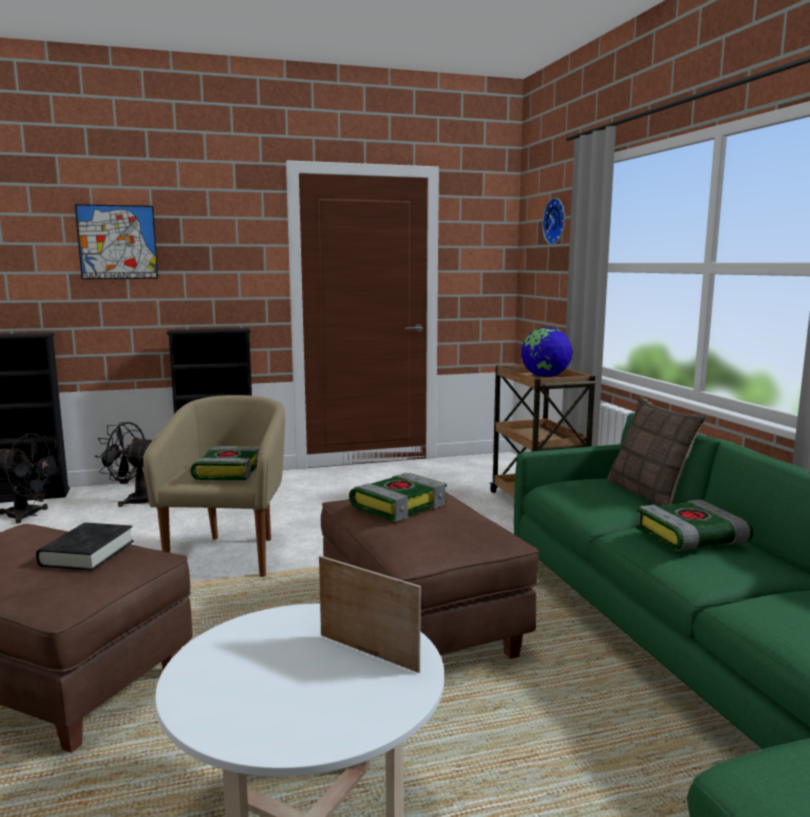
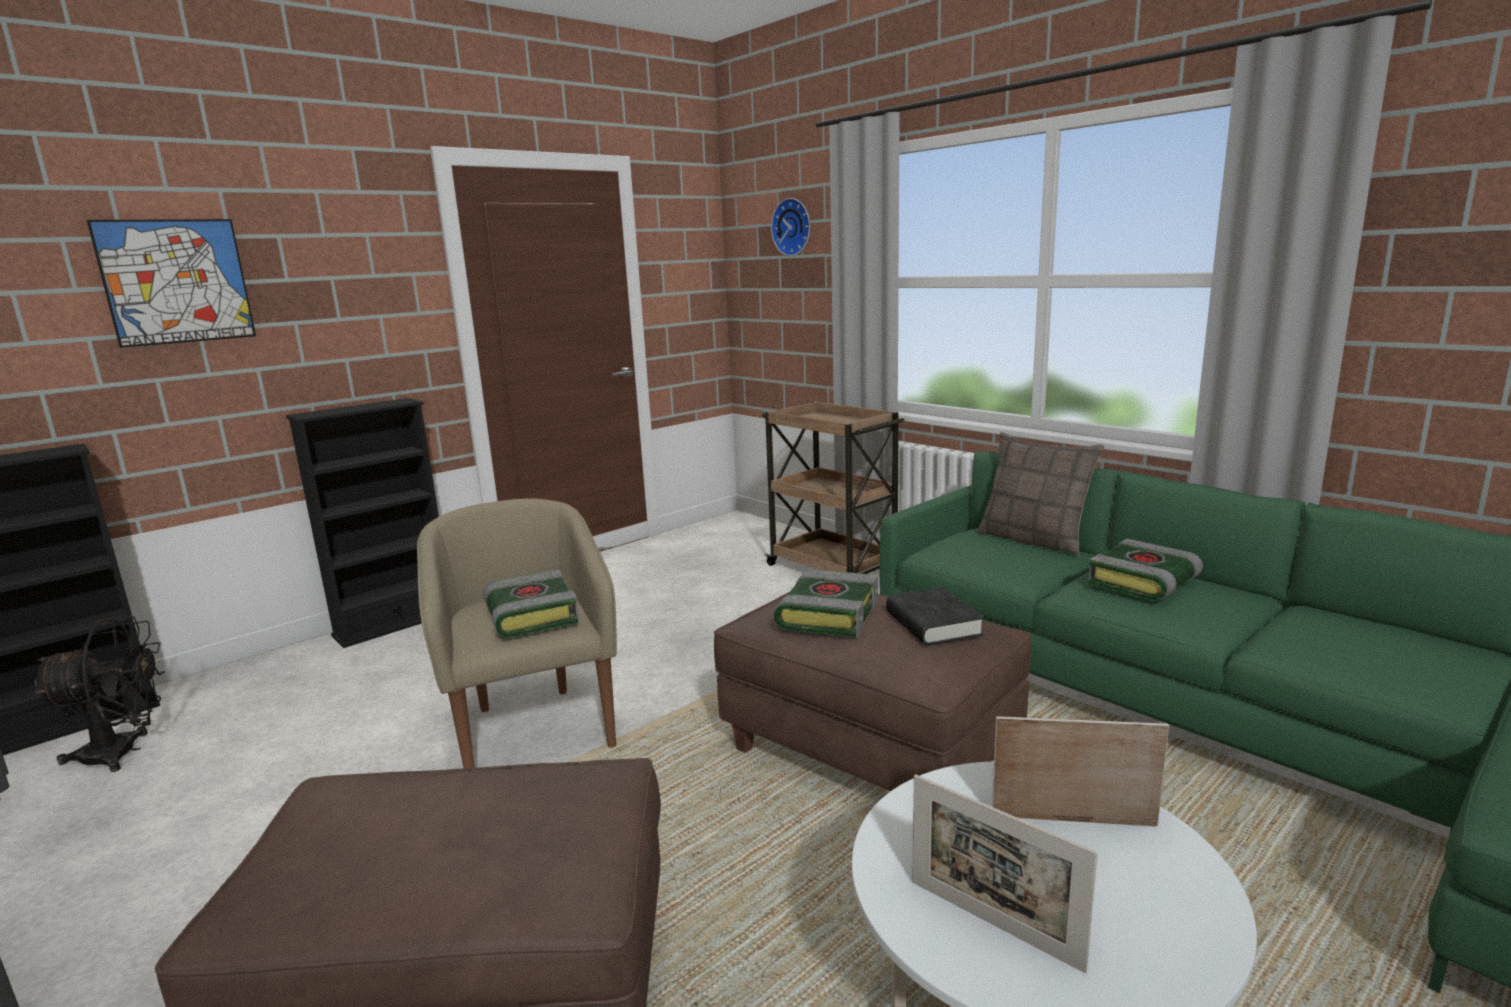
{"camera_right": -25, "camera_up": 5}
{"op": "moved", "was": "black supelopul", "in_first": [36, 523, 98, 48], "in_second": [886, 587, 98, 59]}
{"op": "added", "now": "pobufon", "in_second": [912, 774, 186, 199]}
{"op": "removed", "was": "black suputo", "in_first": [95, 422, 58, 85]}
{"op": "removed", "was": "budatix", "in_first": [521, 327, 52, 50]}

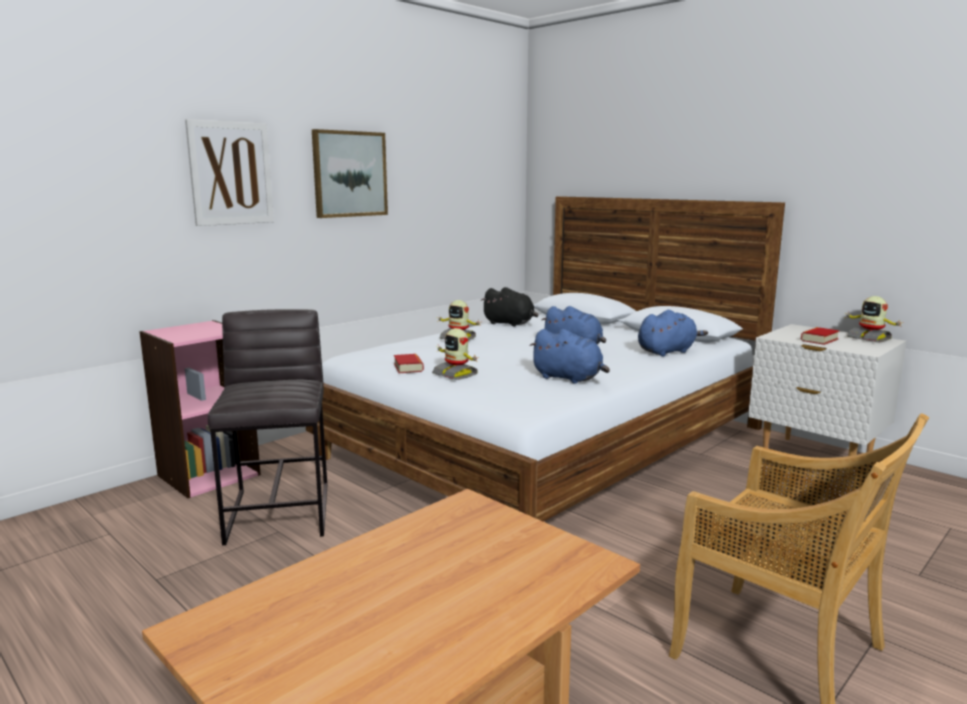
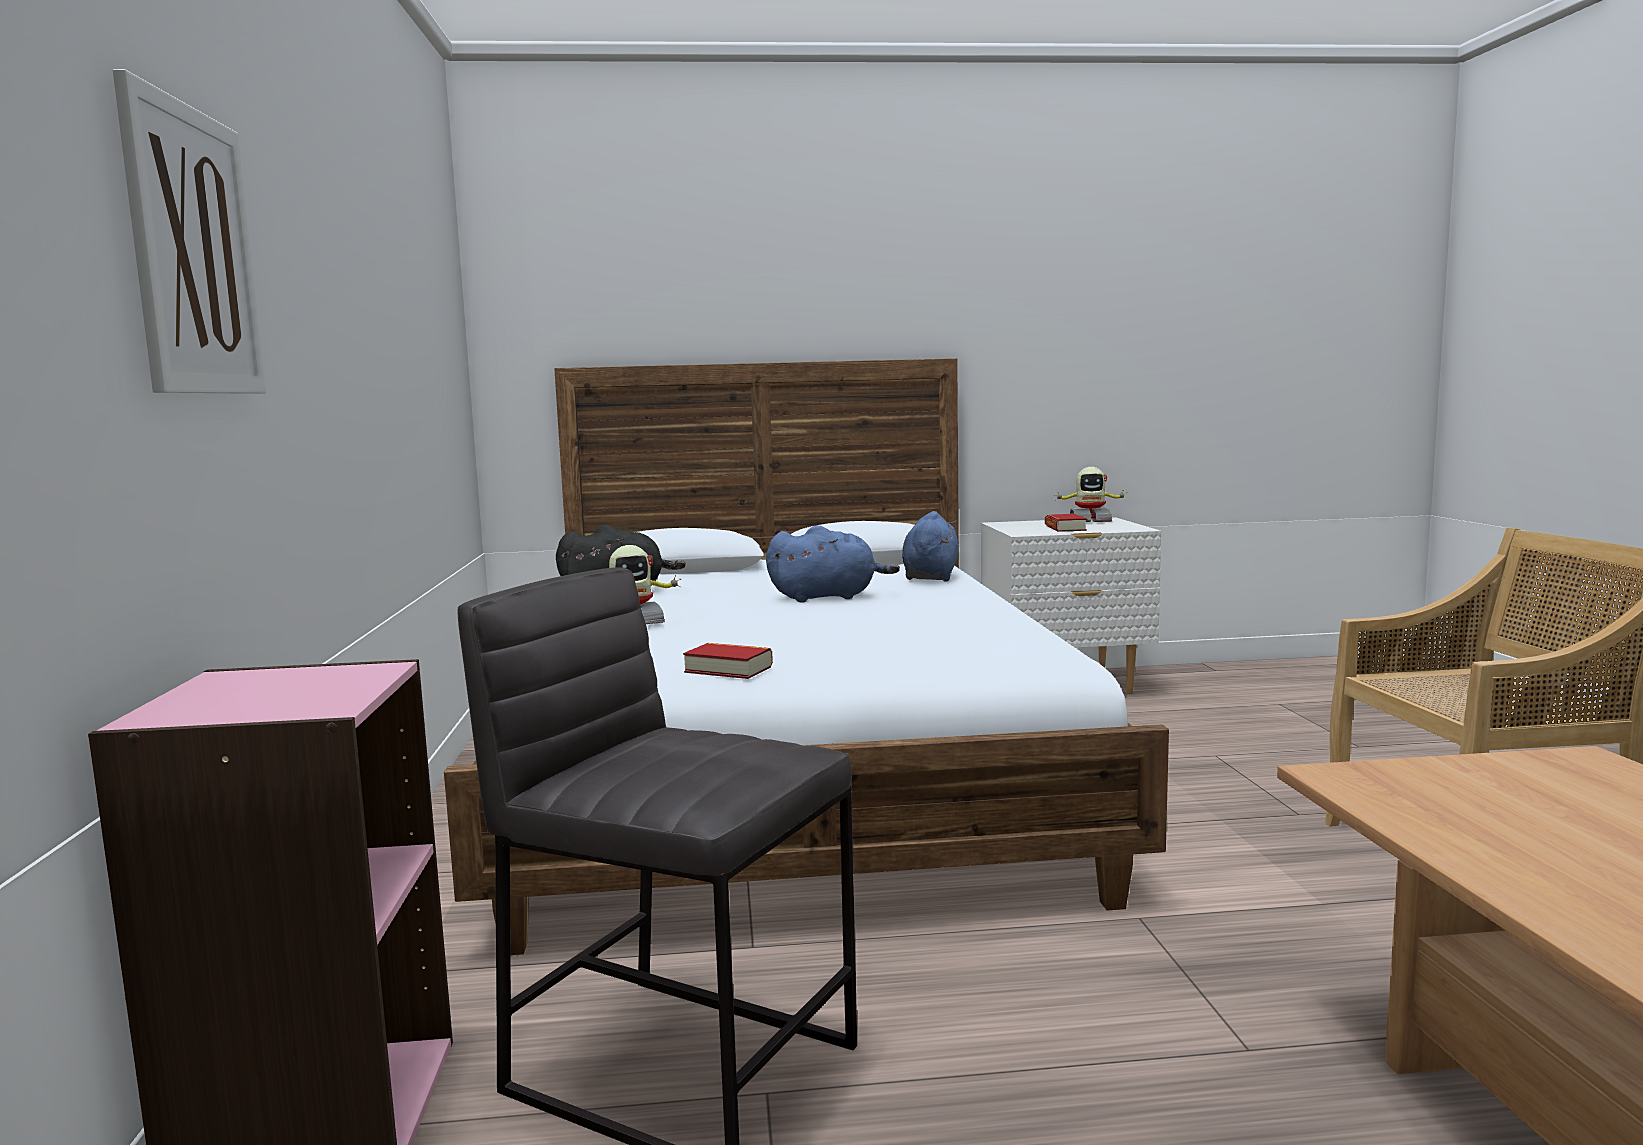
{"camera_right": -50, "camera_up": -5}
{"op": "removed", "was": "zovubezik", "in_first": [312, 129, 76, 89]}
{"op": "removed", "was": "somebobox", "in_first": [432, 328, 47, 52]}
{"op": "removed", "was": "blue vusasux", "in_first": [529, 329, 81, 55]}

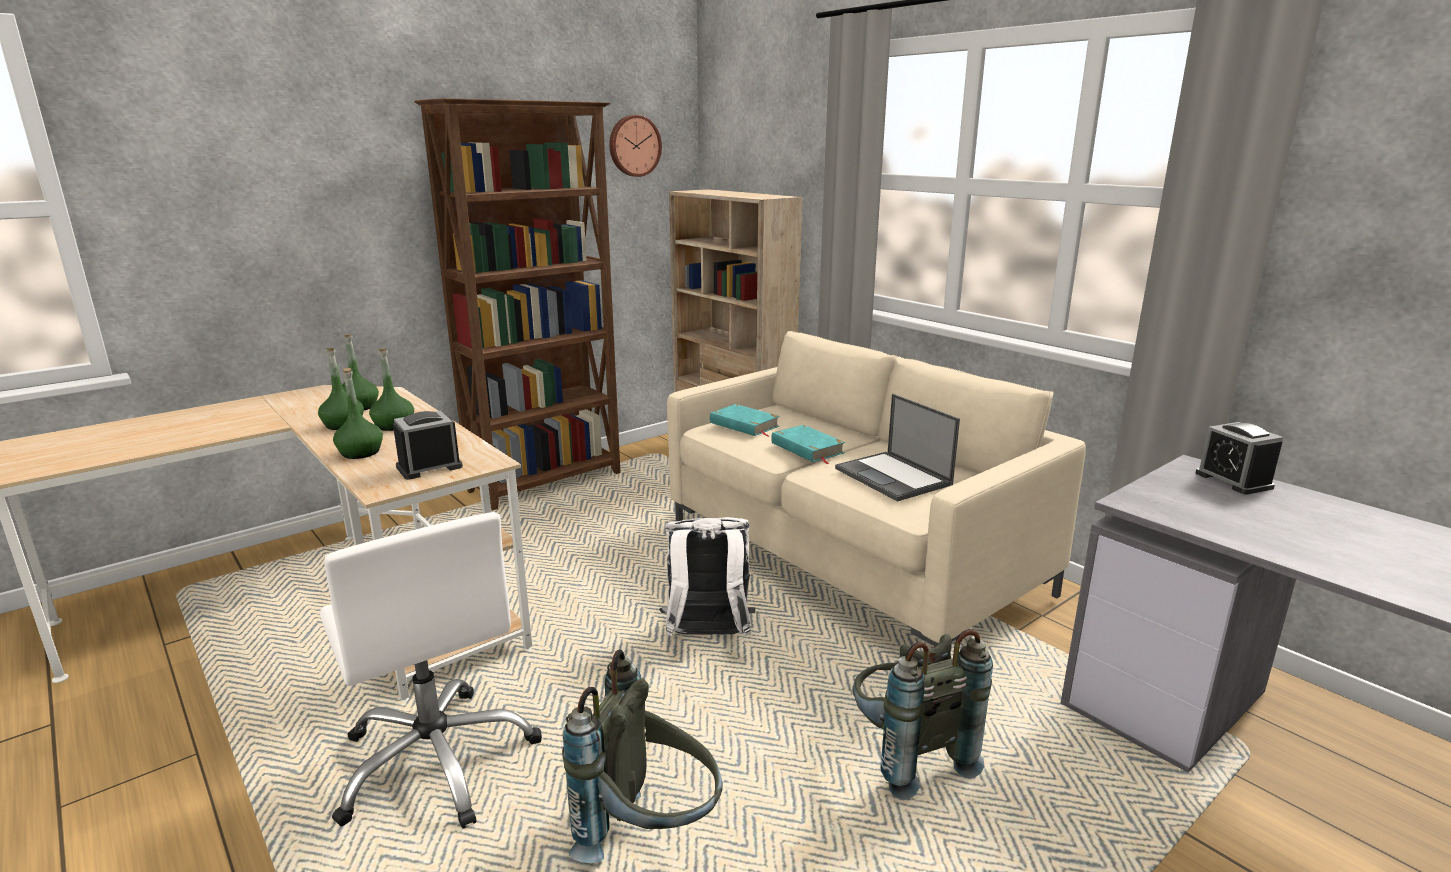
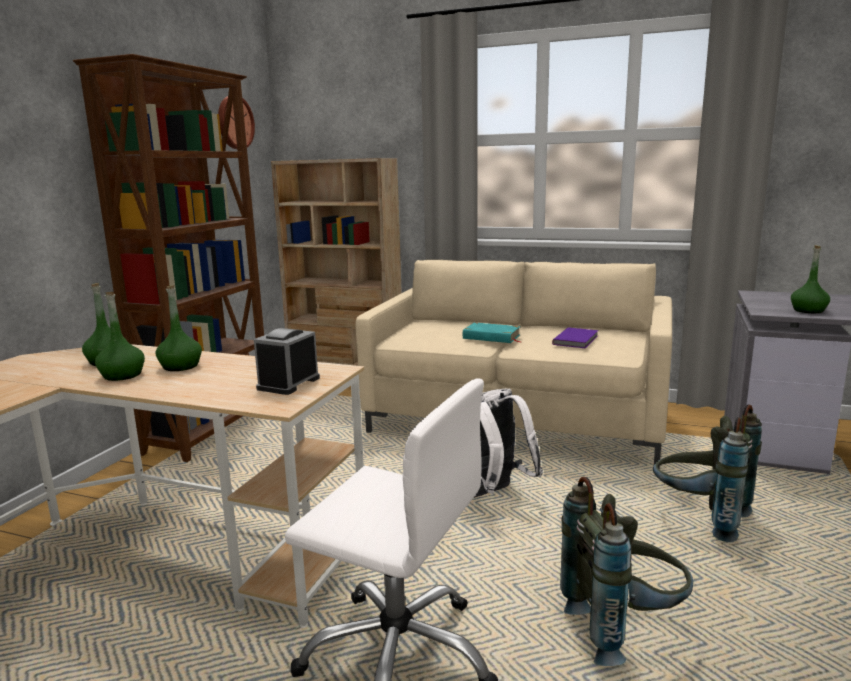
{"camera_right": -30, "camera_up": -5}
{"op": "replaced", "was": "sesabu", "now": "purple supelopul", "in_first": [835, 394, 125, 108], "in_second": [552, 327, 46, 21]}
{"op": "moved", "was": "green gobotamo", "in_first": [333, 368, 50, 91], "in_second": [791, 245, 39, 68]}
{"op": "removed", "was": "turquoise supelopul", "in_first": [710, 404, 70, 33]}
{"op": "removed", "was": "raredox", "in_first": [1196, 422, 87, 73]}

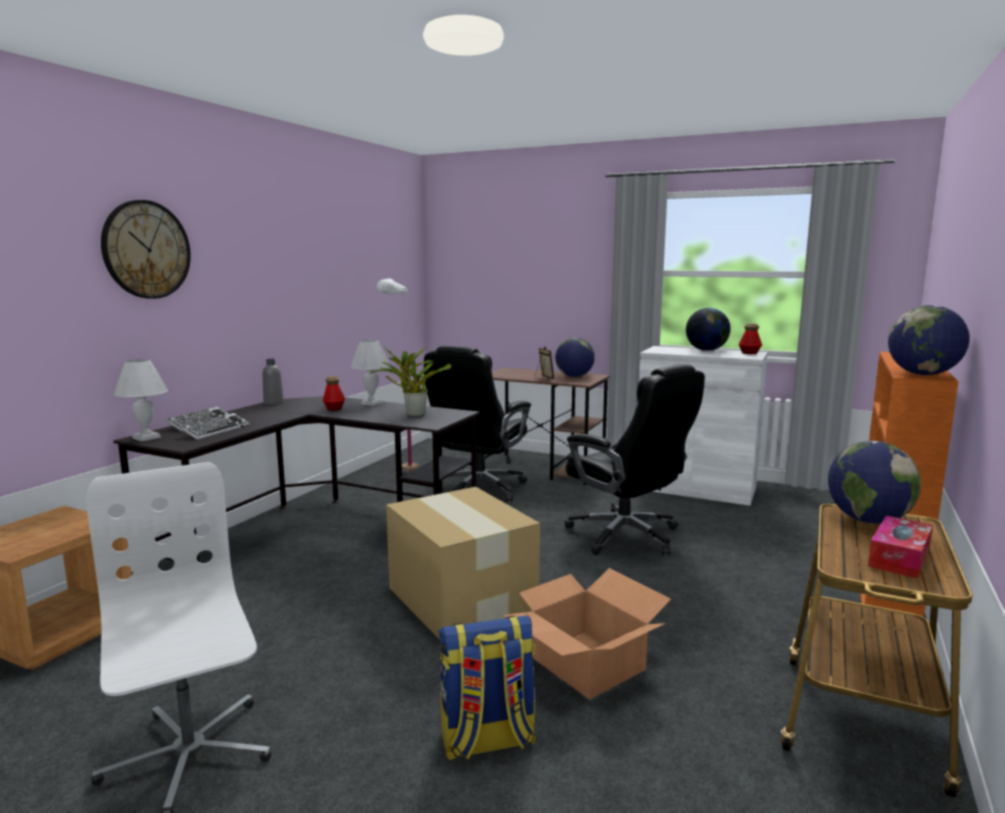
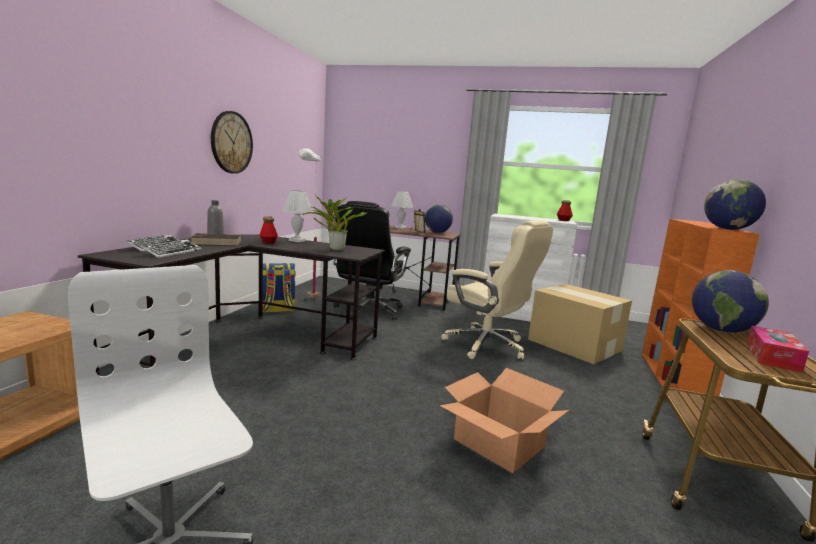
{"camera_right": -10, "camera_up": 0}
{"op": "added", "now": "brown supelopul", "in_second": [191, 233, 51, 13]}
{"op": "moved", "was": "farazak", "in_first": [101, 200, 90, 99], "in_second": [211, 111, 42, 63]}
{"op": "moved", "was": "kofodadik", "in_first": [439, 616, 97, 144], "in_second": [263, 263, 33, 50]}
{"op": "moved", "was": "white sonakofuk", "in_first": [114, 359, 54, 83], "in_second": [391, 191, 22, 38]}
{"op": "recoloured", "was": "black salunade", "now": "beige salunade", "in_first": [565, 364, 140, 191], "in_second": [441, 220, 112, 139]}
{"op": "moved", "was": "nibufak", "in_first": [386, 487, 154, 153], "in_second": [528, 284, 104, 80]}
{"op": "removed", "was": "budatix", "in_first": [686, 308, 45, 43]}

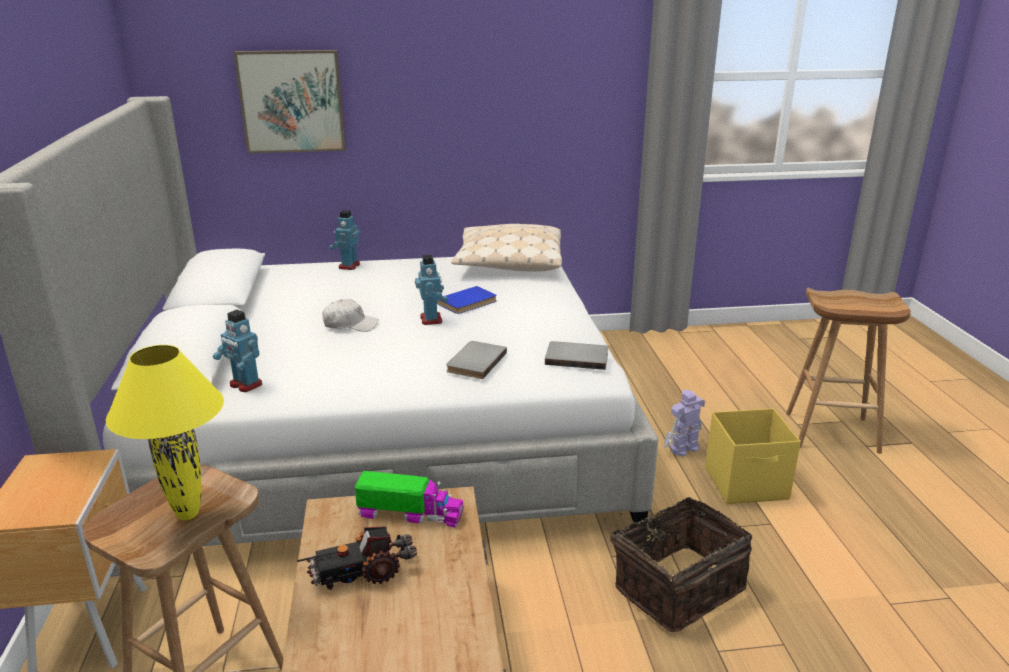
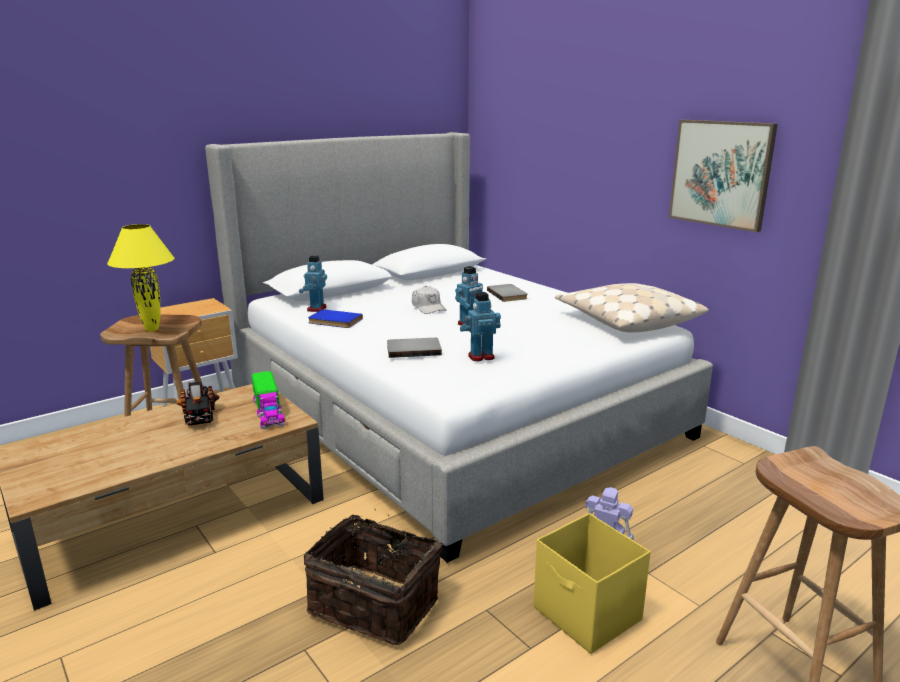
{"camera_right": 60, "camera_up": -5}
{"op": "turned", "was": "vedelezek", "in_first": [297, 526, 120, 64], "in_second": [176, 381, 44, 45], "clockwise": -150}
{"op": "moved", "was": "blue supelopul", "in_first": [437, 286, 60, 28], "in_second": [308, 309, 55, 19]}
{"op": "moved", "was": "somebobox", "in_first": [329, 210, 31, 60], "in_second": [460, 292, 41, 69]}
{"op": "moved", "was": "grey supelopul", "in_first": [545, 341, 63, 29], "in_second": [487, 284, 41, 18]}
{"op": "moved", "was": "zovubezik", "in_first": [234, 50, 112, 103], "in_second": [669, 120, 109, 112]}

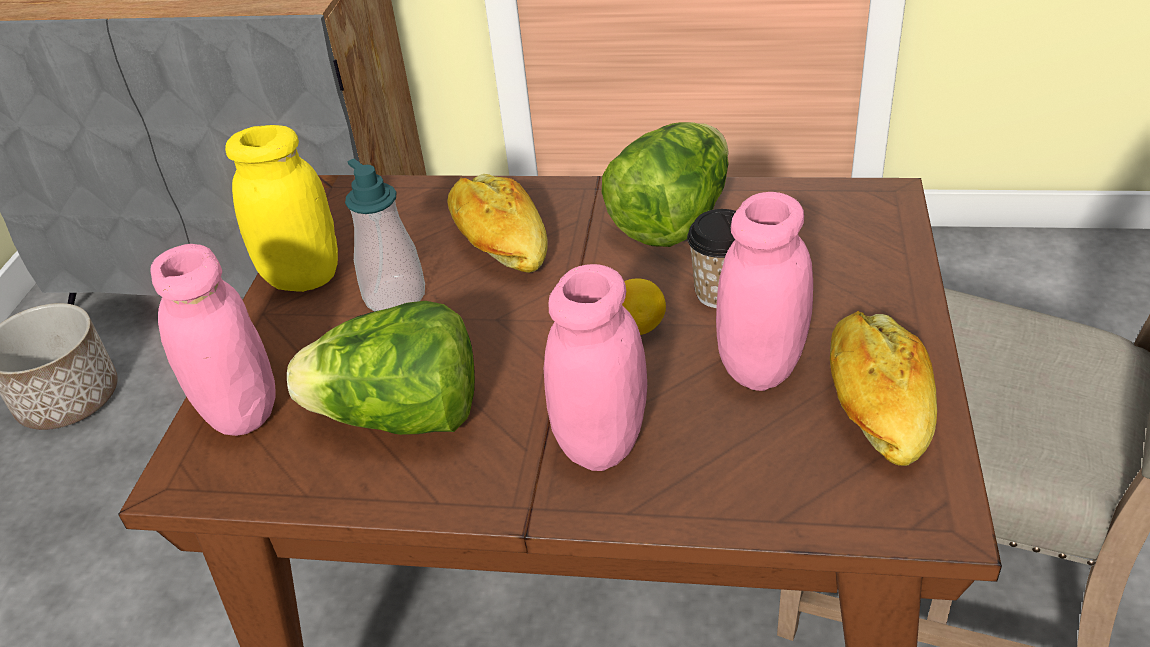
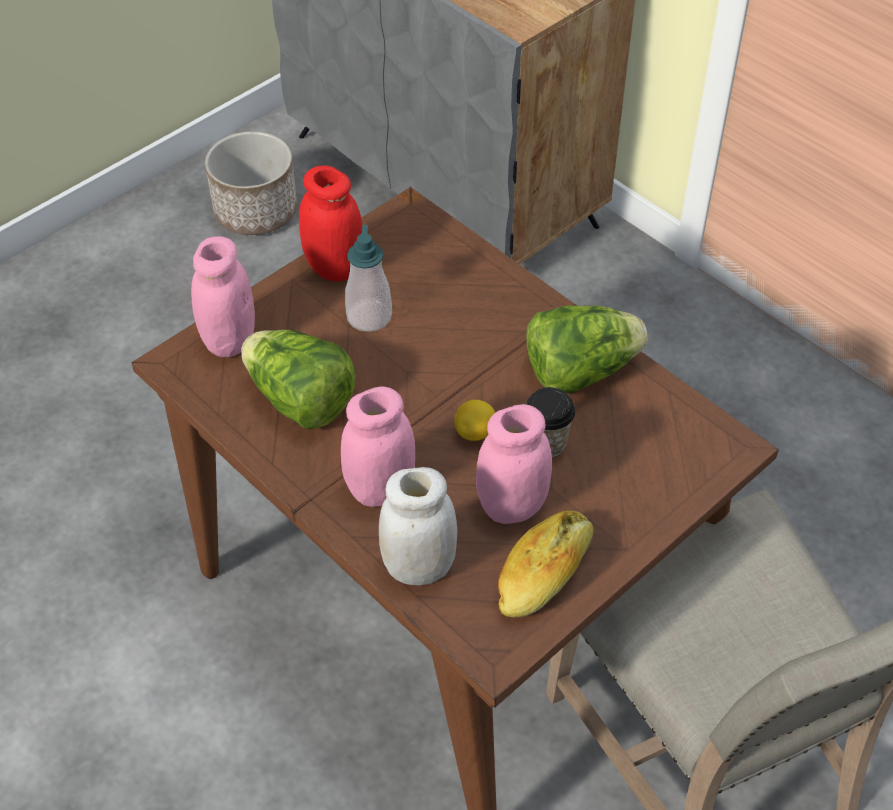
{"camera_right": 35, "camera_up": 10}
{"op": "recoloured", "was": "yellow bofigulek", "now": "red bofigulek", "in_first": [225, 125, 113, 167], "in_second": [299, 165, 63, 117]}
{"op": "added", "now": "white bofigulek", "in_second": [379, 467, 78, 118]}
{"op": "removed", "was": "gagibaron", "in_first": [447, 174, 101, 99]}

